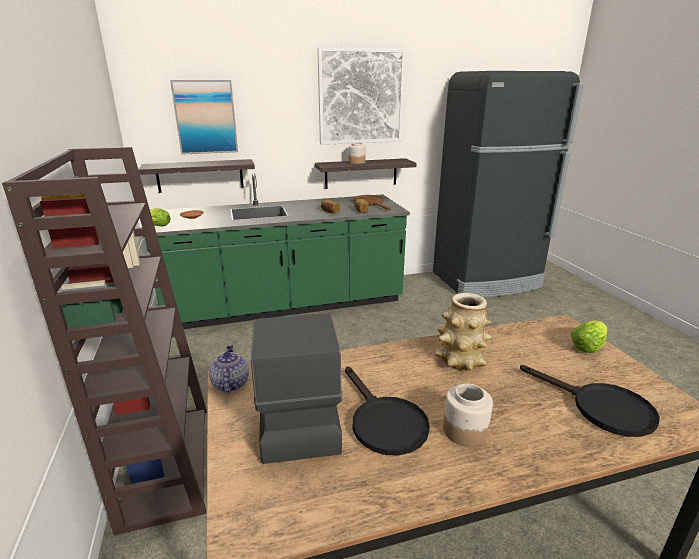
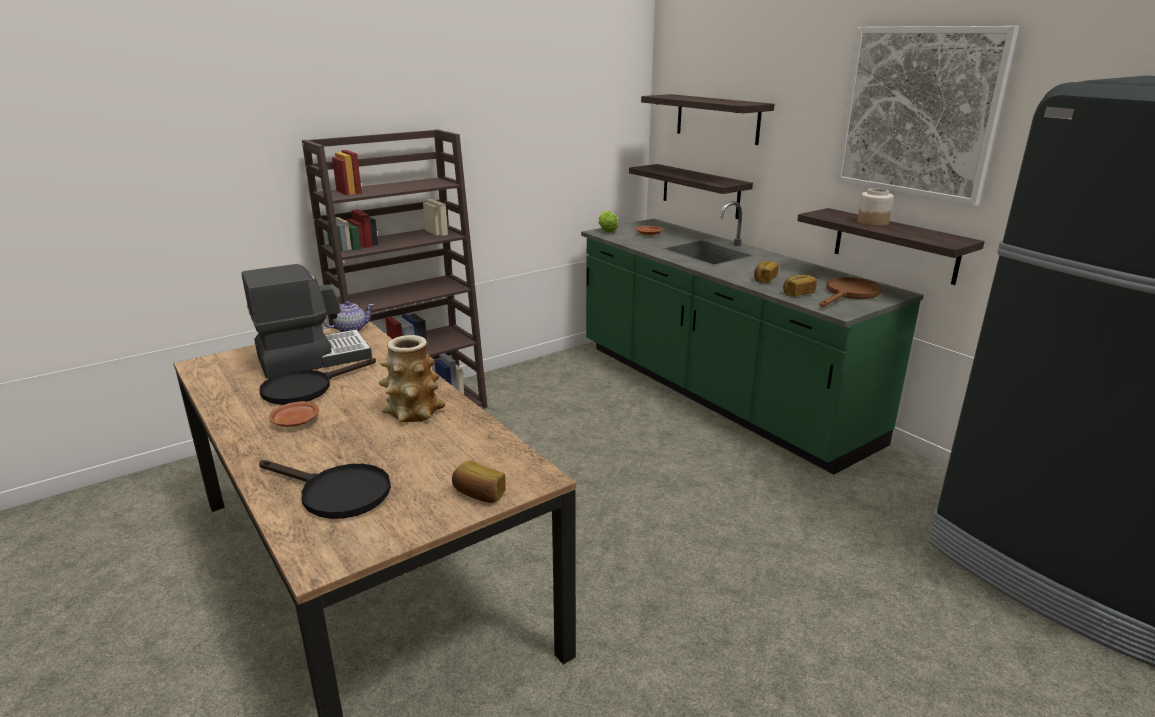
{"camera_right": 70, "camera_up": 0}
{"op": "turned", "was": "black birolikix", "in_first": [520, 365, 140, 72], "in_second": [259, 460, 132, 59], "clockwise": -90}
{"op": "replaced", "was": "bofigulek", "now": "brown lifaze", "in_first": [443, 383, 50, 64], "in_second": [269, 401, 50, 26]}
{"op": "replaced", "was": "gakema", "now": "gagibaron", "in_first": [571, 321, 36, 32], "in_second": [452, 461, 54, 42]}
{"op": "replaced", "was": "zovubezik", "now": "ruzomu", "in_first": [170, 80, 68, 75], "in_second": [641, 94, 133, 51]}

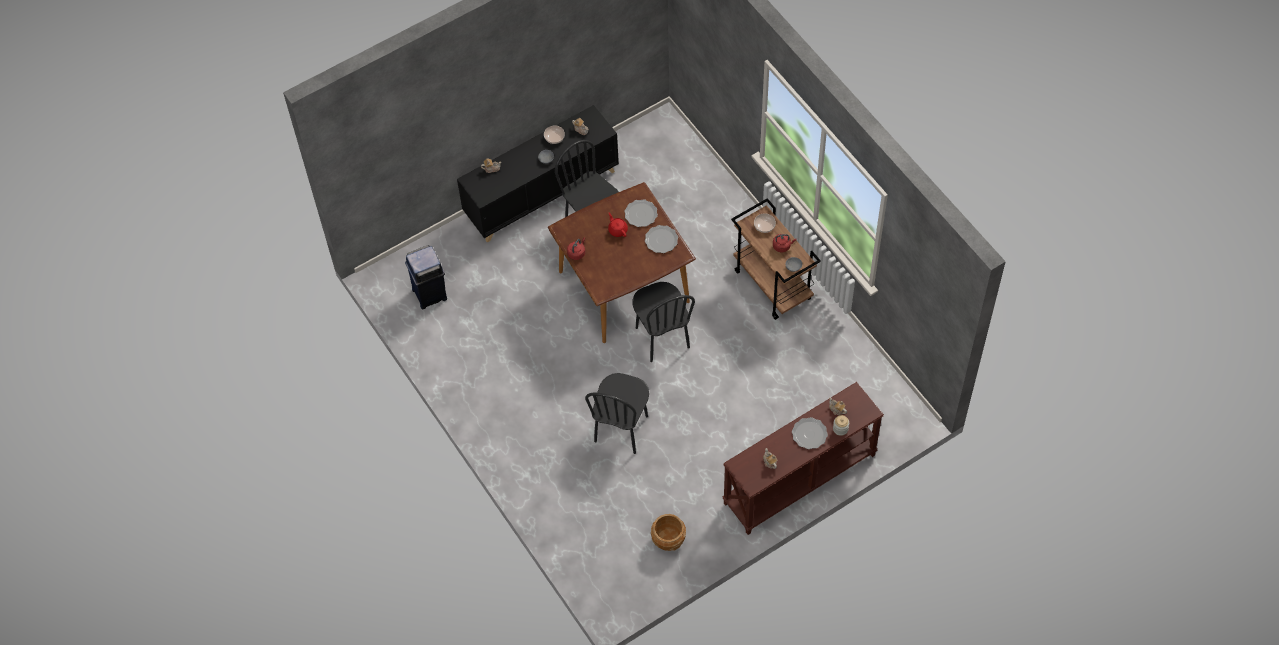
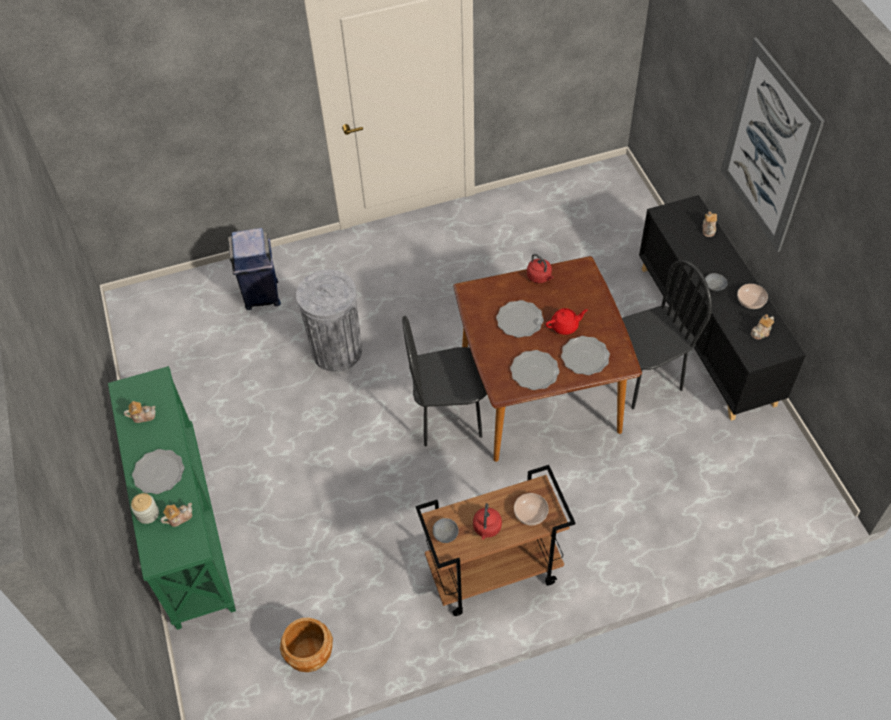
{"camera_right": 105, "camera_up": -5}
{"op": "recoloured", "was": "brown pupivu", "now": "green pupivu", "in_first": [722, 382, 162, 153], "in_second": [108, 366, 128, 264]}
{"op": "moved", "was": "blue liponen", "in_first": [405, 245, 42, 64], "in_second": [228, 228, 53, 82]}
{"op": "moved", "was": "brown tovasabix", "in_first": [651, 514, 35, 37], "in_second": [280, 618, 53, 54]}
{"op": "replaced", "was": "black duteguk", "now": "grey liponen", "in_first": [585, 373, 64, 81], "in_second": [296, 270, 66, 102]}
{"op": "added", "now": "lifaze", "in_second": [496, 300, 48, 38]}
{"op": "added", "now": "zovubezik", "in_second": [721, 37, 103, 215]}

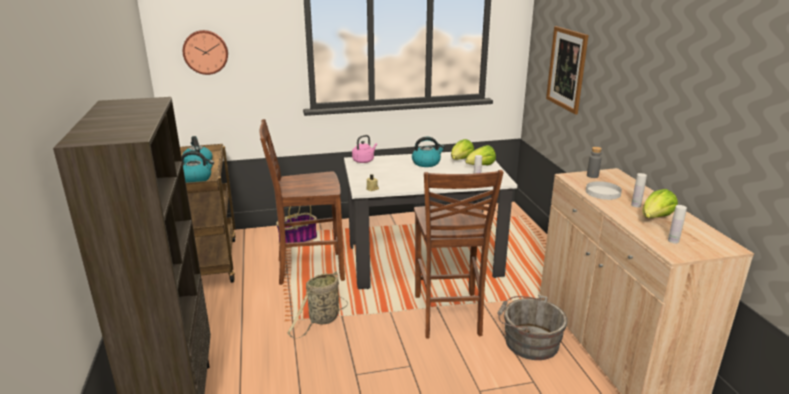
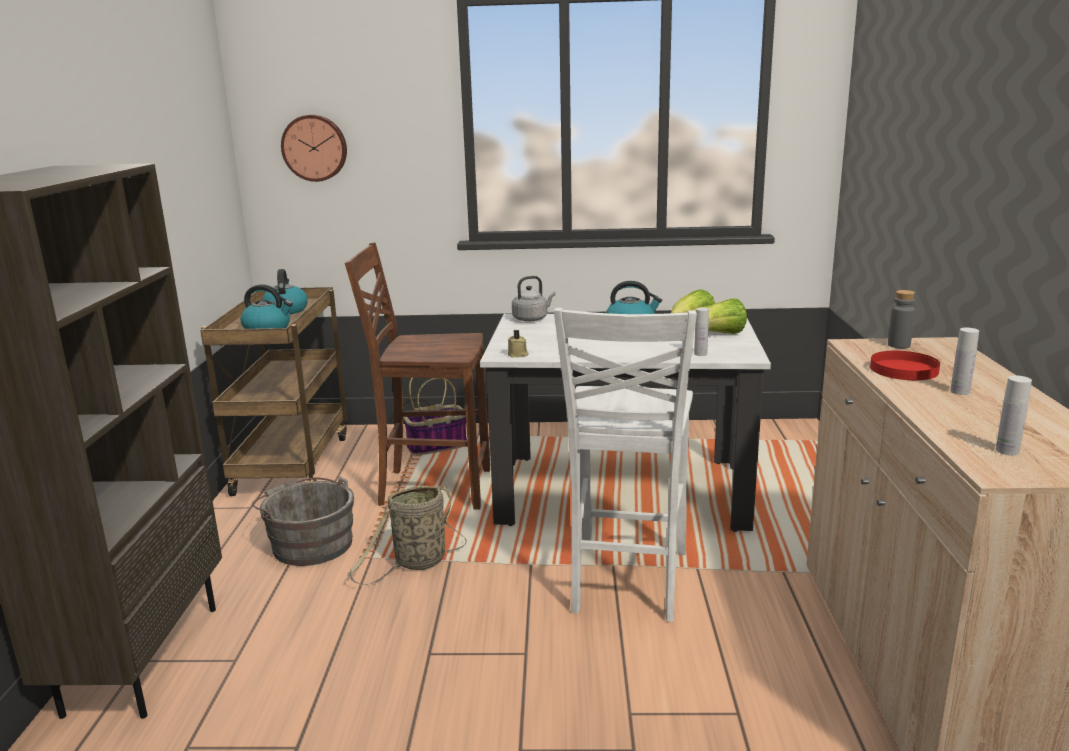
{"camera_right": 15, "camera_up": -5}
{"op": "moved", "was": "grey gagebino", "in_first": [498, 295, 69, 65], "in_second": [252, 477, 102, 89]}
{"op": "recoloured", "was": "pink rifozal", "now": "grey rifozal", "in_first": [352, 135, 25, 28], "in_second": [512, 276, 43, 46]}
{"op": "recoloured", "was": "brown duteguk", "now": "white duteguk", "in_first": [414, 170, 90, 169], "in_second": [554, 308, 143, 314]}
{"op": "recoloured", "was": "white lifaze", "now": "red lifaze", "in_first": [586, 181, 36, 19], "in_second": [870, 351, 70, 29]}
{"op": "removed", "was": "zovubezik", "in_first": [546, 26, 42, 89]}
{"op": "removed", "was": "gakema", "in_first": [642, 189, 36, 29]}

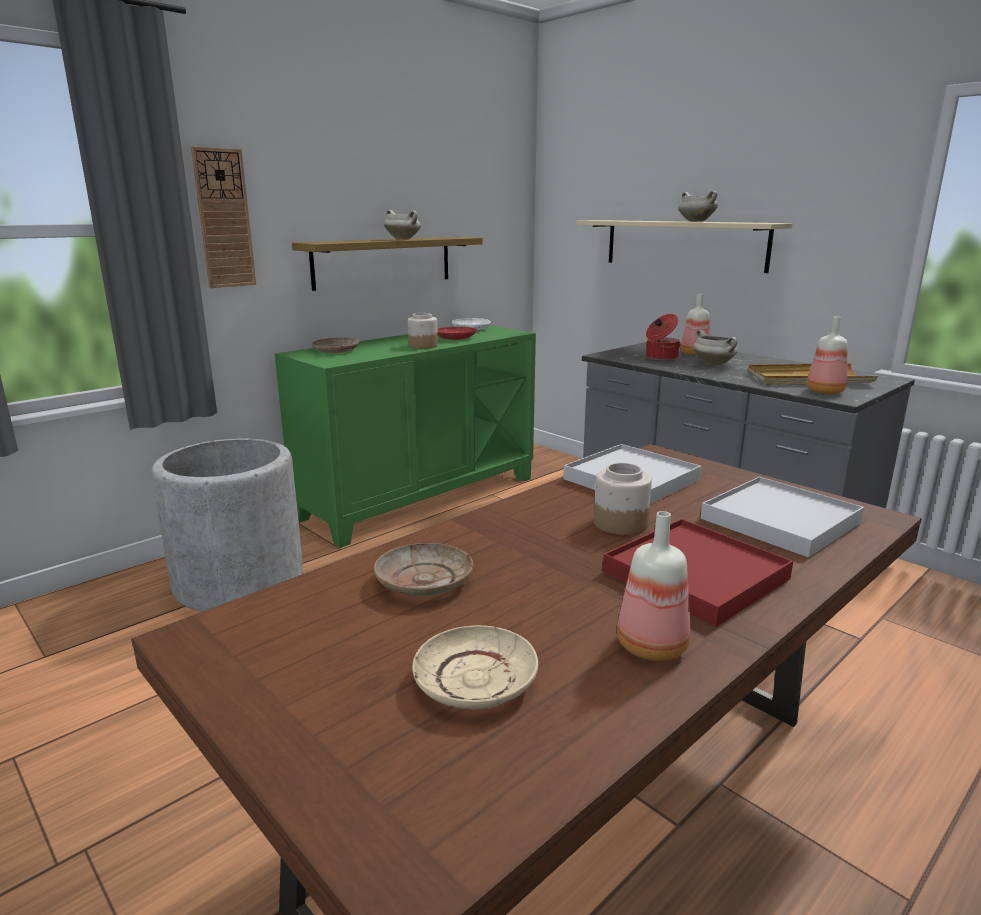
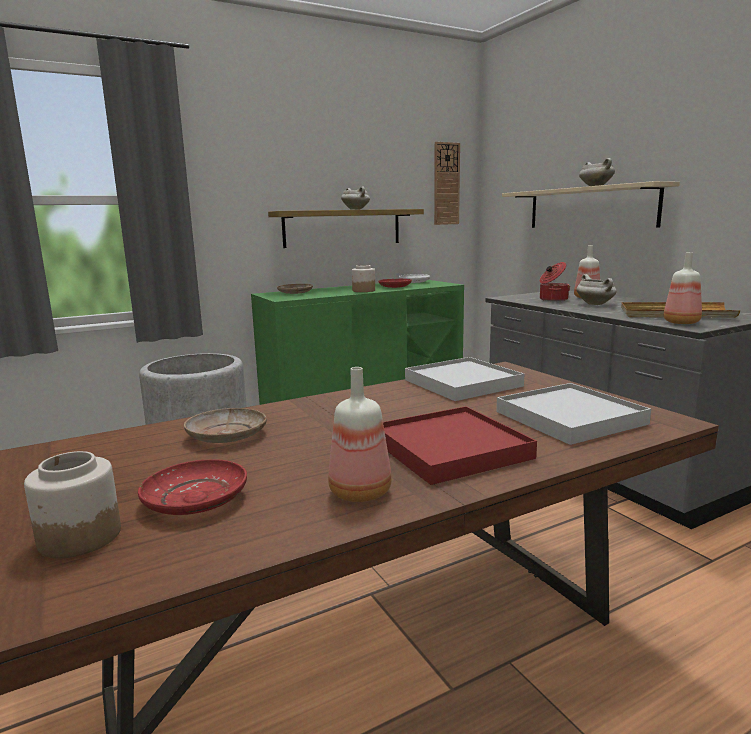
{"camera_right": 15, "camera_up": -5}
{"op": "moved", "was": "bofigulek", "in_first": [594, 463, 58, 72], "in_second": [24, 451, 97, 107]}
{"op": "recoloured", "was": "beige lifaze", "now": "red lifaze", "in_first": [412, 625, 126, 84], "in_second": [138, 459, 109, 56]}
{"op": "moved", "was": "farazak", "in_first": [191, 147, 65, 141], "in_second": [434, 142, 26, 83]}

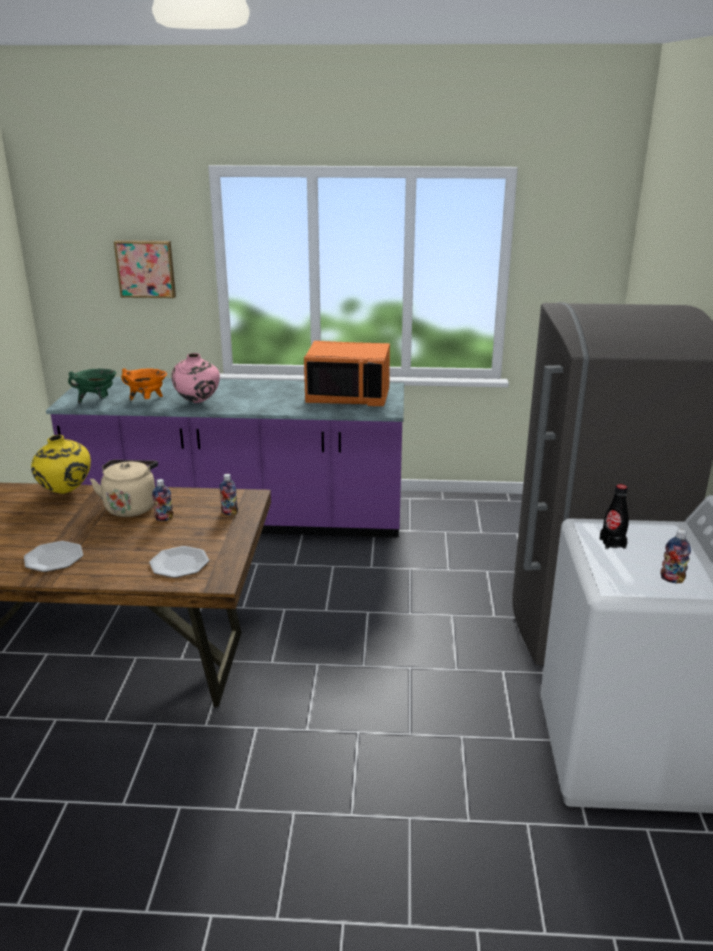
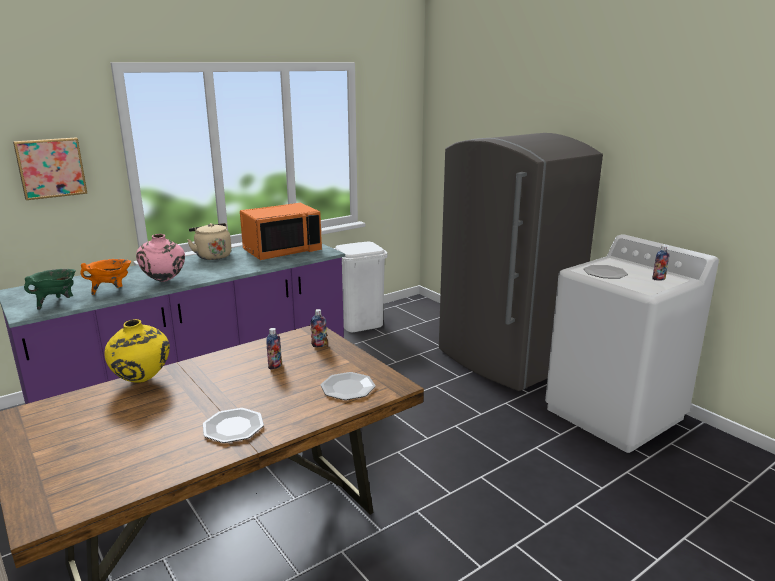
{"camera_right": -40, "camera_up": -5}
{"op": "moved", "was": "beige rifozal", "in_first": [90, 460, 68, 57], "in_second": [187, 223, 44, 37]}
{"op": "added", "now": "white liponen", "in_second": [333, 242, 55, 90]}
{"op": "replaced", "was": "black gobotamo", "now": "lifaze", "in_first": [600, 484, 29, 65], "in_second": [584, 265, 44, 14]}

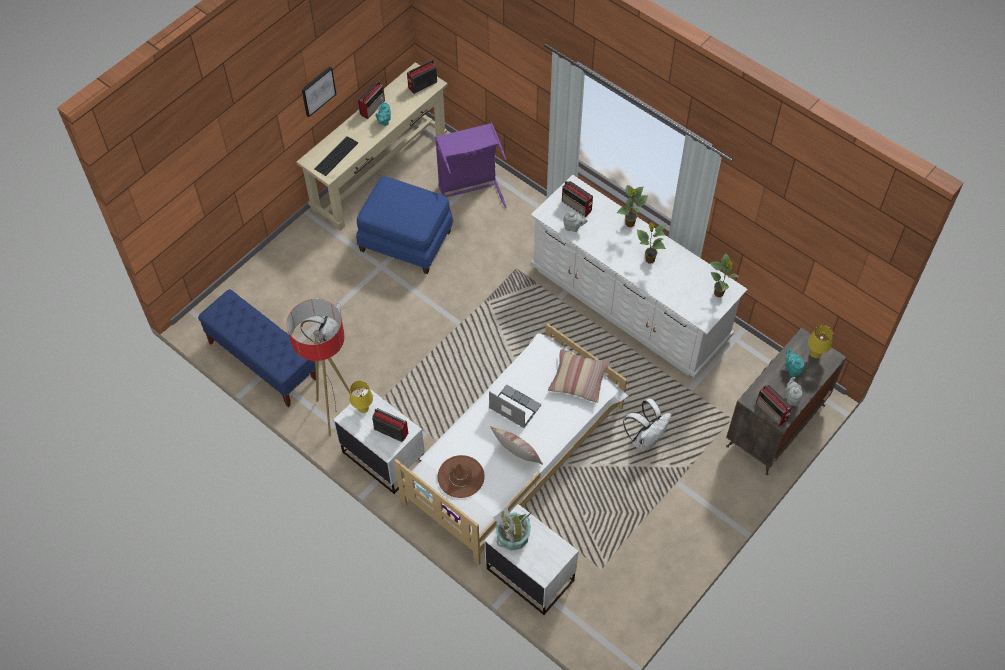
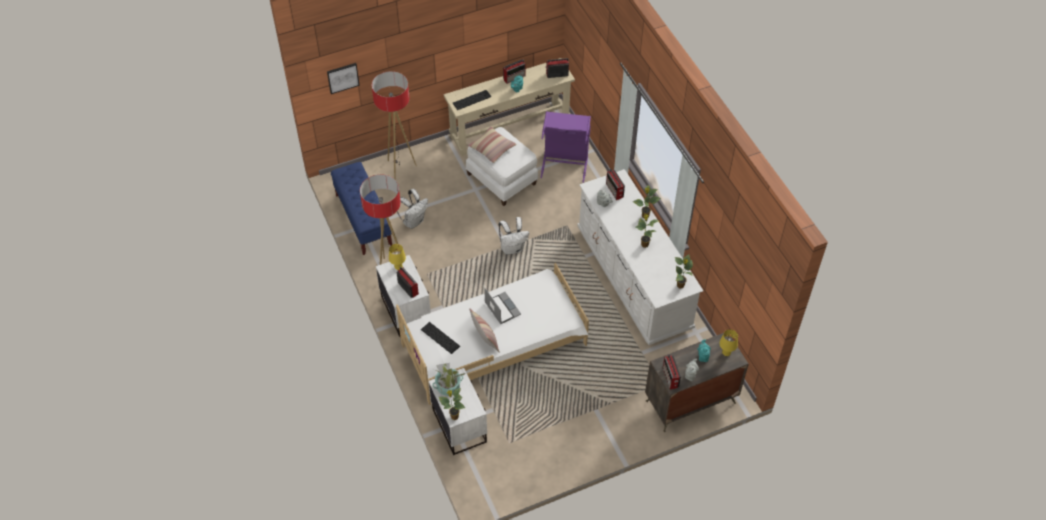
{"camera_right": 25, "camera_up": -5}
{"op": "moved", "was": "zovubezik", "in_first": [301, 67, 35, 50], "in_second": [327, 63, 33, 31]}
{"op": "added", "now": "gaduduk", "in_second": [372, 71, 45, 109]}
{"op": "replaced", "was": "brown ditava", "now": "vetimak", "in_first": [437, 455, 48, 43], "in_second": [421, 322, 39, 32]}
{"op": "added", "now": "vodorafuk", "in_second": [439, 388, 27, 32]}
{"op": "recoloured", "was": "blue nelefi", "now": "white nelefi", "in_first": [356, 176, 97, 98], "in_second": [466, 127, 72, 79]}
{"op": "moved", "was": "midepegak", "in_first": [548, 349, 62, 54], "in_second": [468, 127, 49, 36]}
{"op": "moved", "was": "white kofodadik", "in_first": [623, 399, 49, 53], "in_second": [498, 217, 31, 38]}

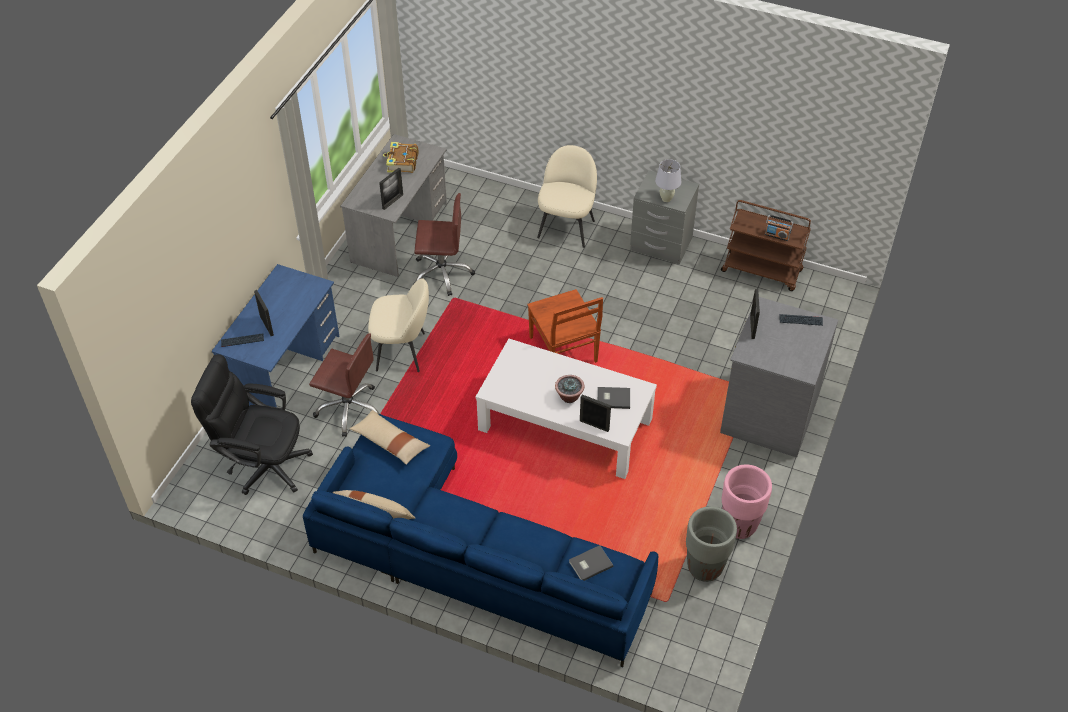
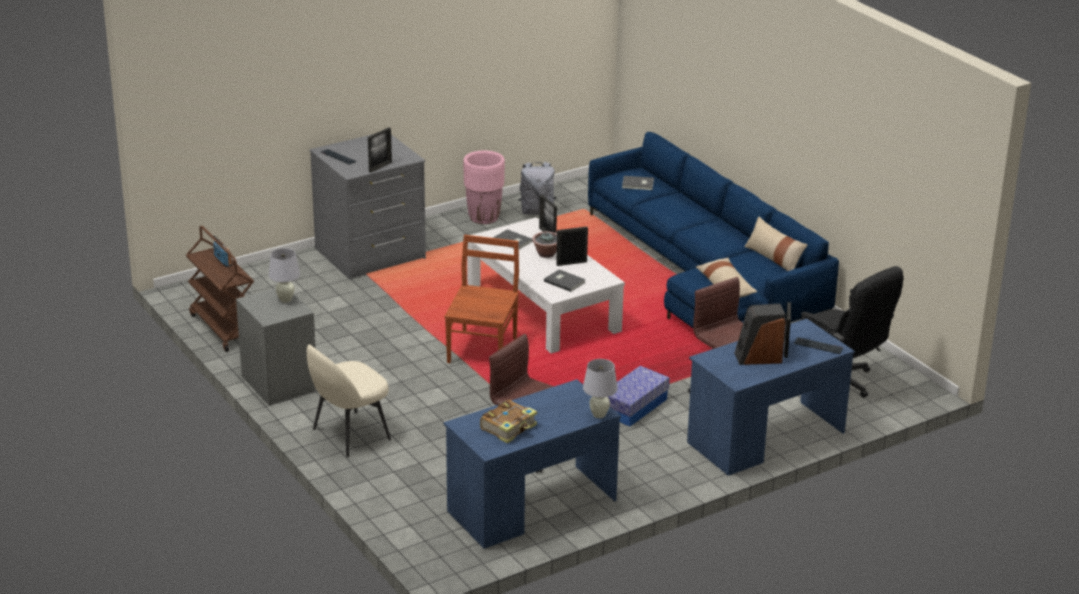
{"camera_right": -145, "camera_up": -20}
{"op": "recoloured", "was": "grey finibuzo", "now": "blue finibuzo", "in_first": [341, 134, 106, 143], "in_second": [444, 379, 177, 170]}
{"op": "replaced", "was": "grey tovasabix", "now": "grey kofodadik", "in_first": [686, 506, 51, 76], "in_second": [518, 162, 38, 53]}
{"op": "added", "now": "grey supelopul", "in_second": [544, 269, 42, 23]}
{"op": "moved", "was": "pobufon", "in_first": [379, 168, 24, 42], "in_second": [556, 227, 32, 39]}
{"op": "added", "now": "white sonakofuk", "in_second": [583, 359, 35, 59]}
{"op": "replaced", "was": "beige duteguk", "now": "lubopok", "in_first": [368, 278, 61, 94], "in_second": [608, 366, 62, 61]}
{"op": "added", "now": "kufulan", "in_second": [734, 304, 52, 61]}

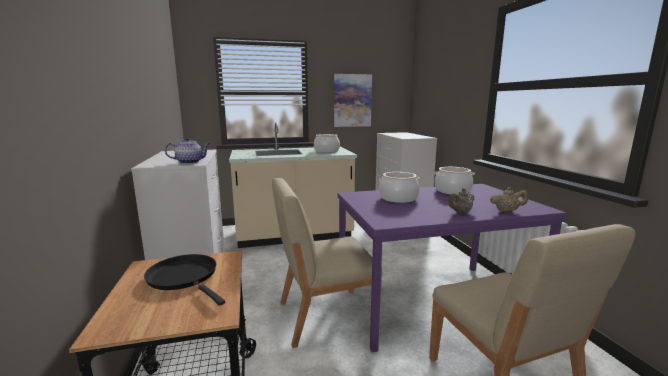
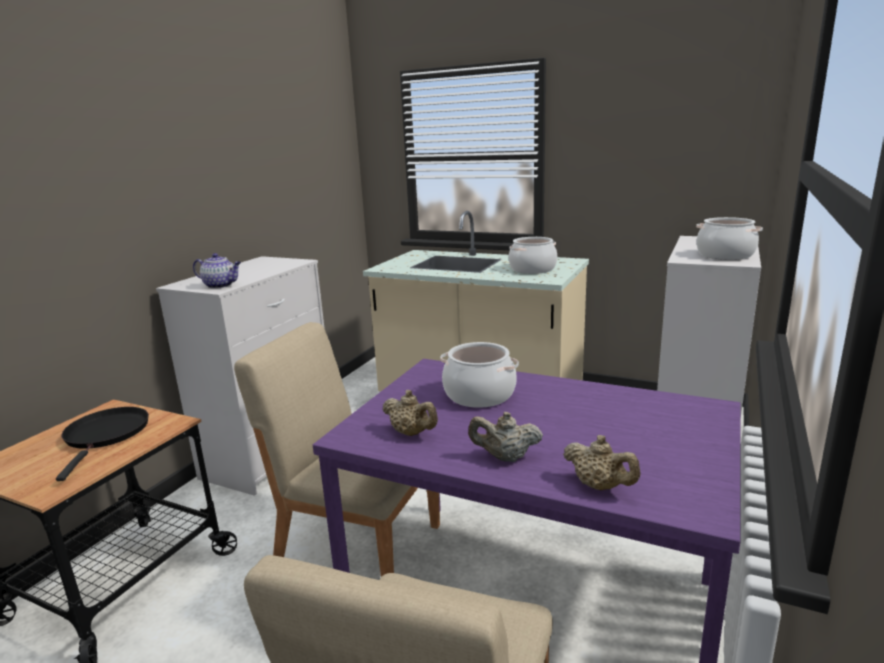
{"camera_right": 40, "camera_up": 5}
{"op": "added", "now": "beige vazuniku", "in_second": [383, 390, 55, 46]}
{"op": "moved", "was": "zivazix", "in_first": [434, 167, 41, 28], "in_second": [696, 217, 67, 43]}
{"op": "removed", "was": "zovubezik", "in_first": [334, 74, 38, 53]}

